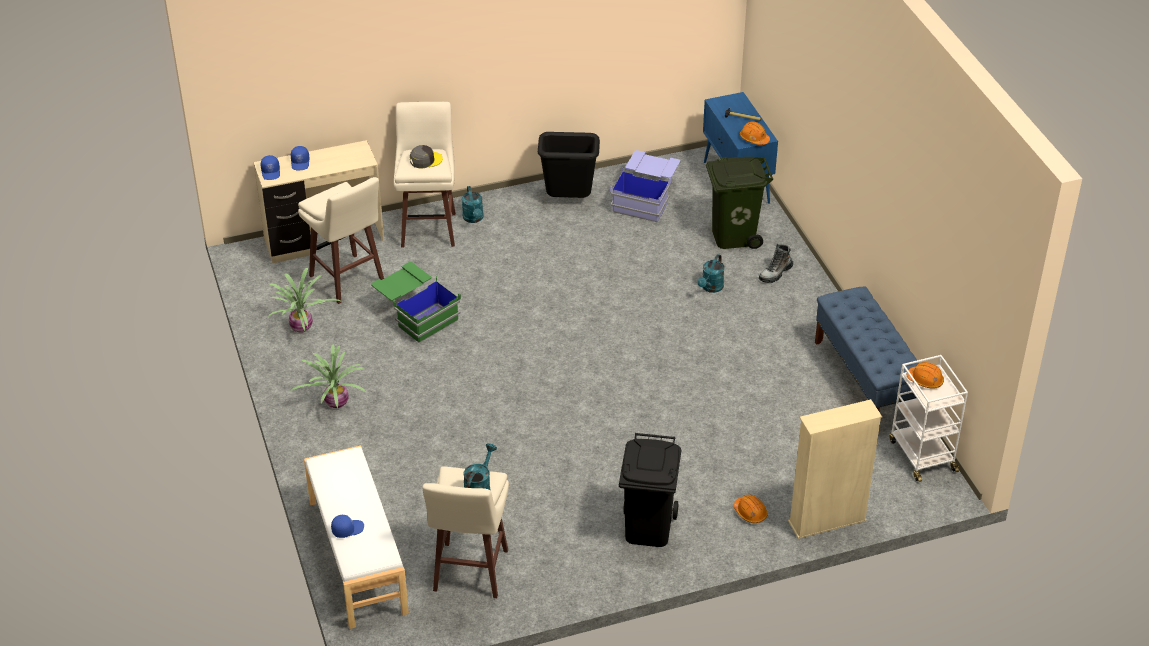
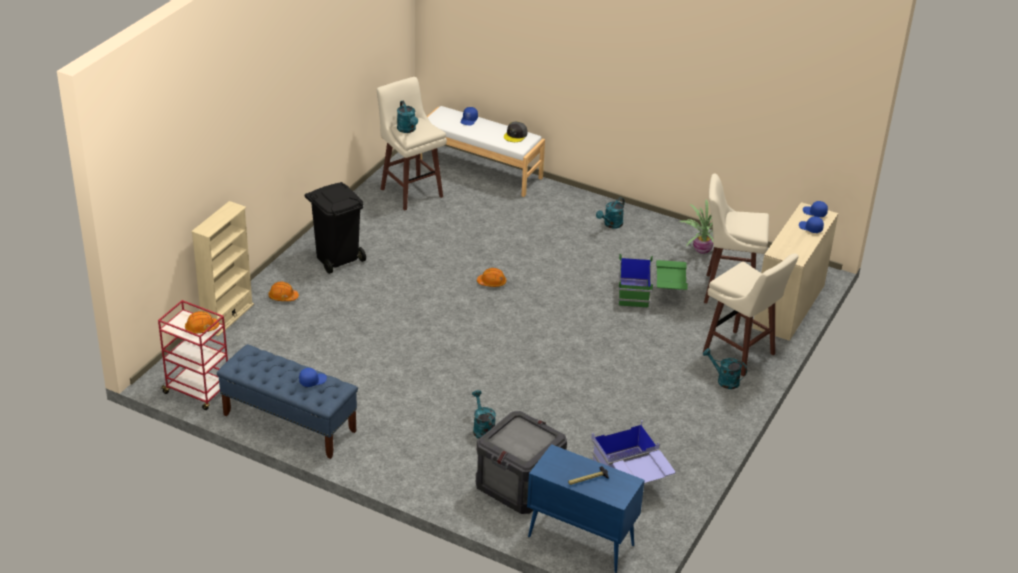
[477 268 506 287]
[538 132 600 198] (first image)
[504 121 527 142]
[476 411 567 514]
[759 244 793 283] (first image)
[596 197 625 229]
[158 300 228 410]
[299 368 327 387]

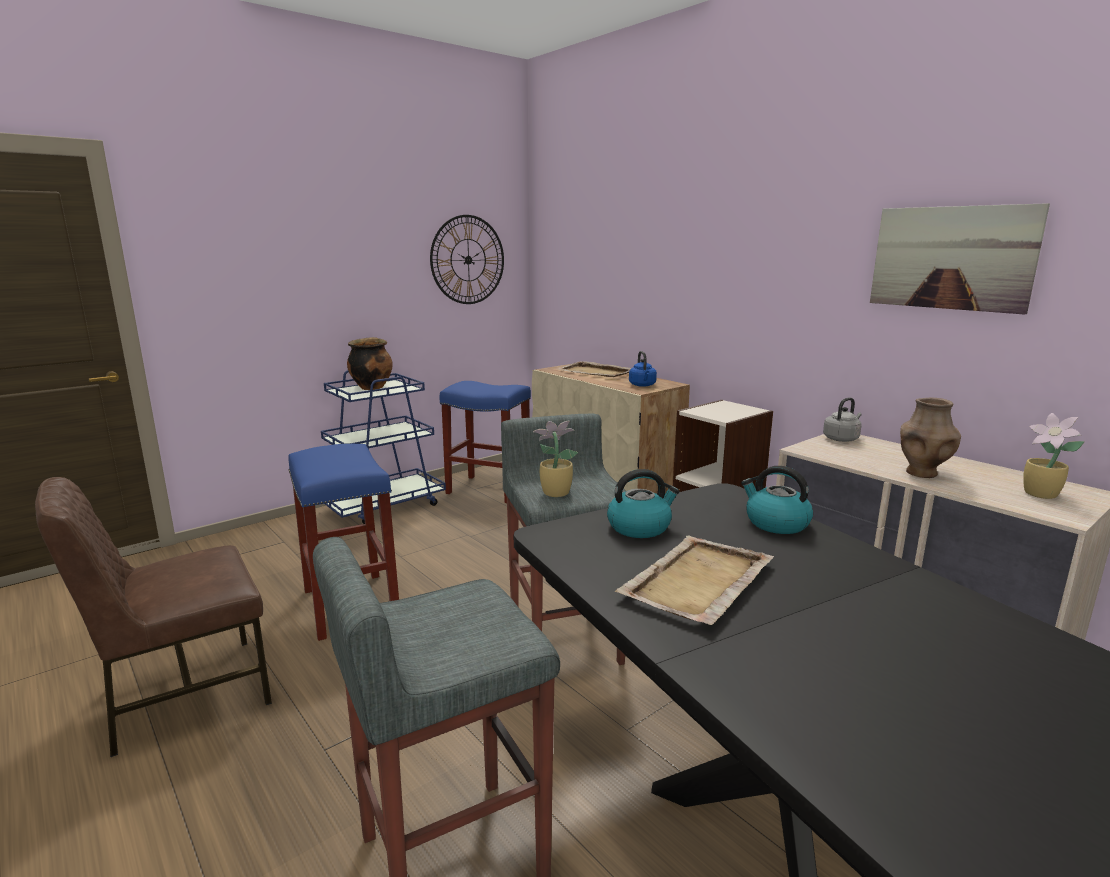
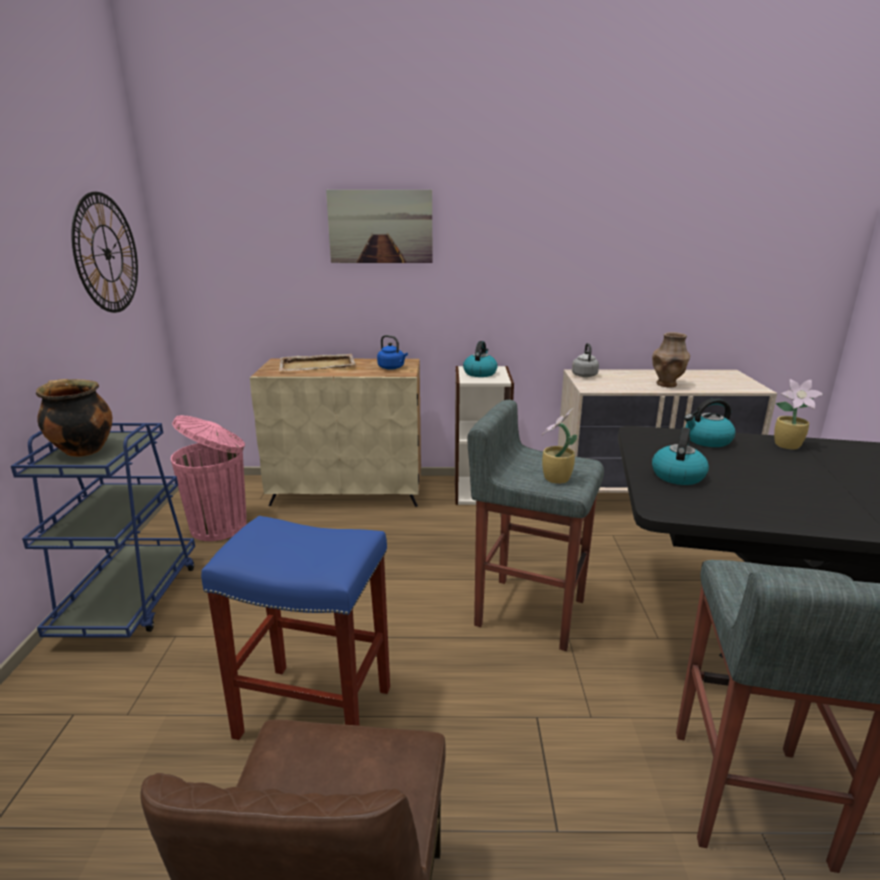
[326 190 432 263]
[171 415 247 541]
[774 379 824 449]
[615 536 774 625] (first image)
[463 341 498 377]

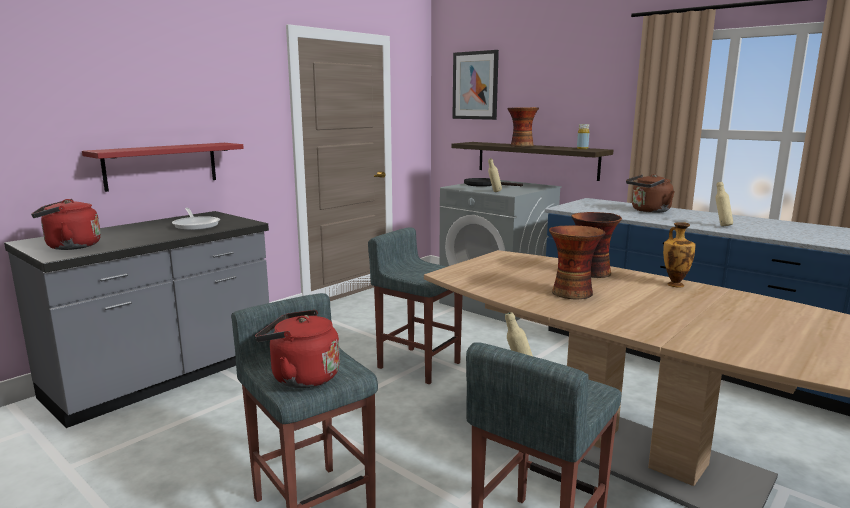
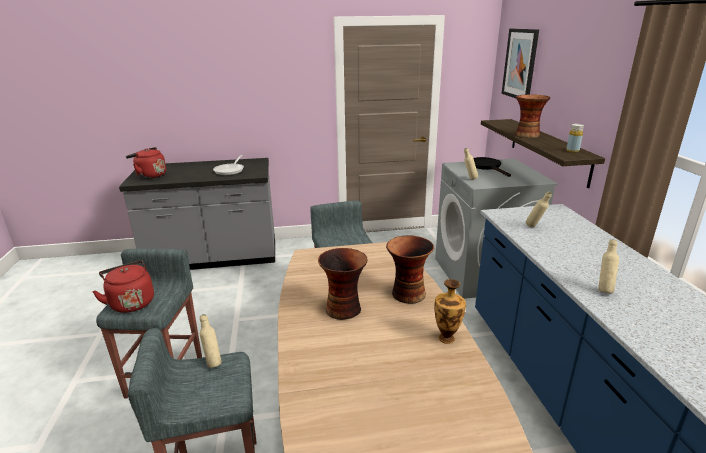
[82 143 244 192] (first image)
[626 174 675 213] (first image)
[526 191 552 228]

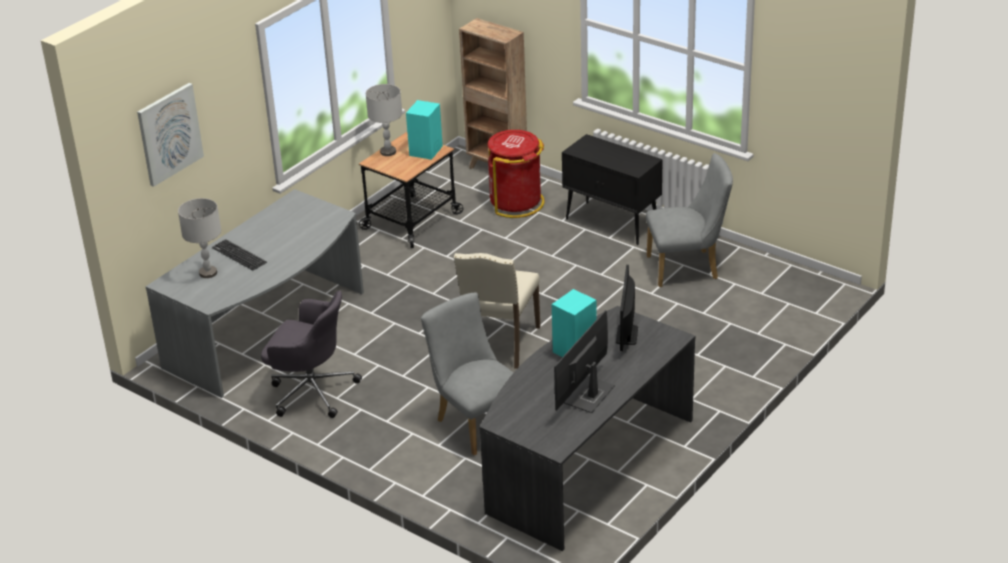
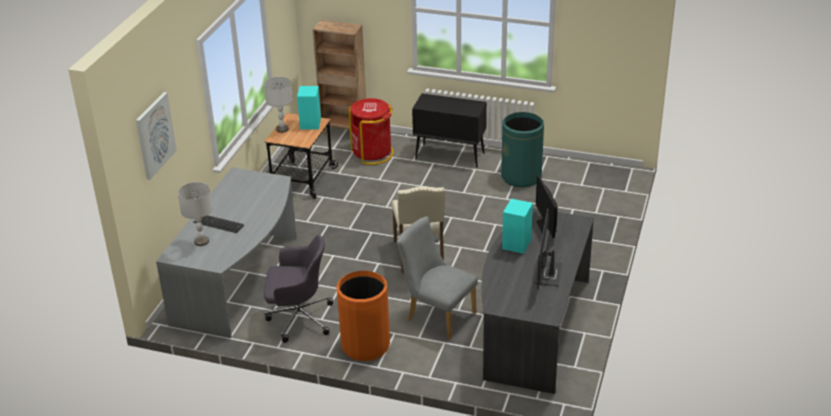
[501 112 544 187]
[337 271 390 361]

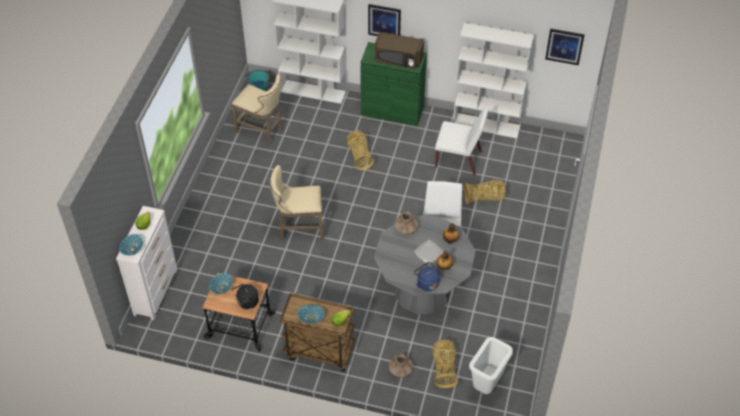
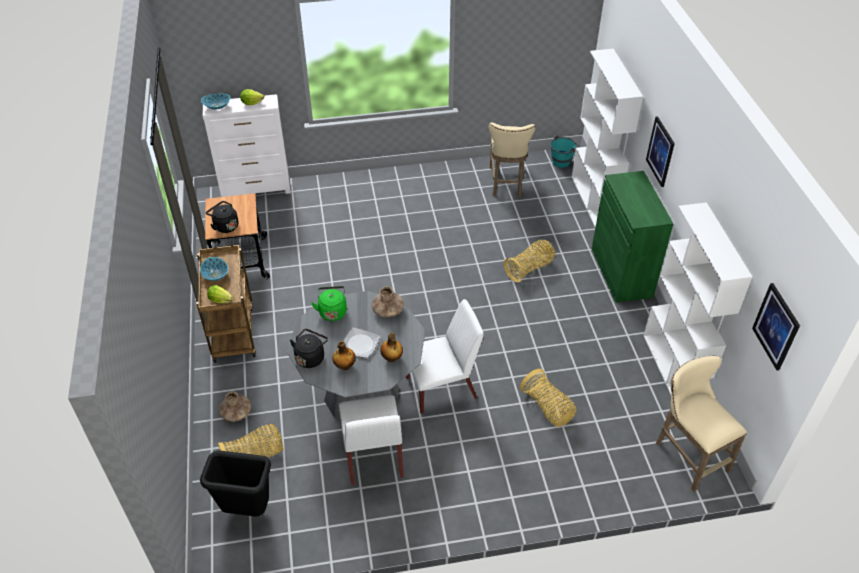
[375 32 424 69] (first image)
[339 395 403 485]
[656 356 747 492]
[290 329 328 368]
[209 273 233 294] (first image)
[200 450 271 516]
[311 286 347 321]

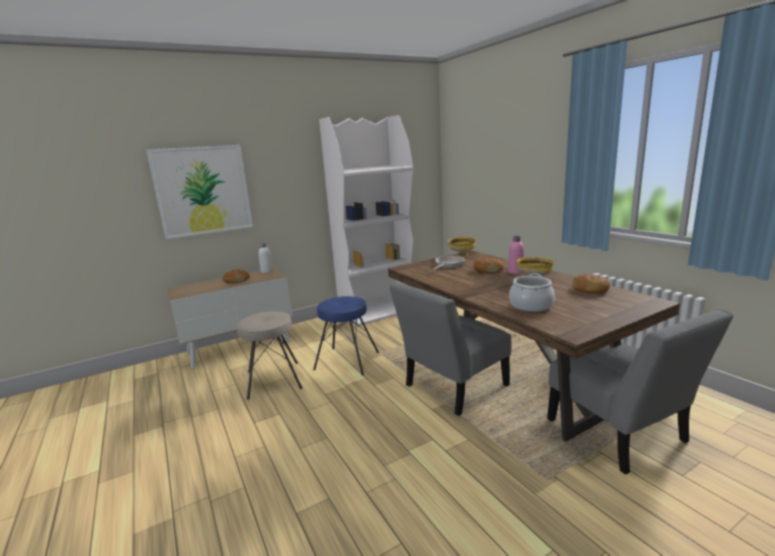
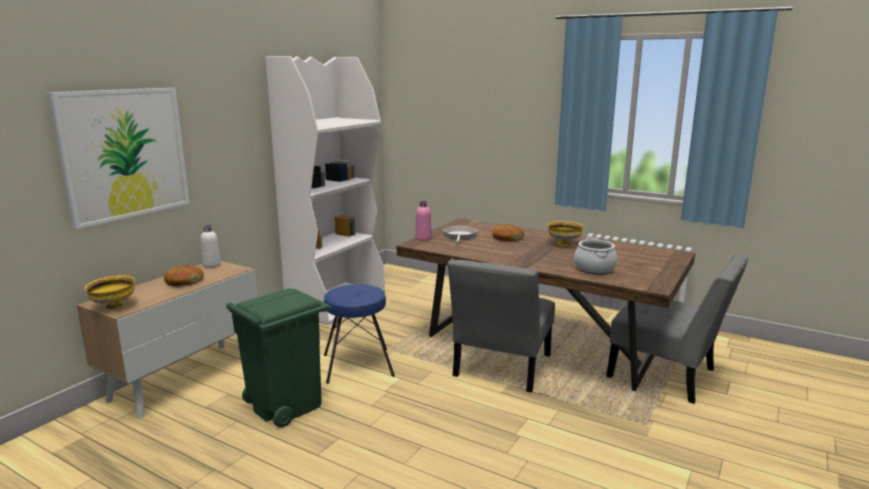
[415 201 432 241]
[84 275 135 310]
[572 274 610 294] (first image)
[226 288 332 428]

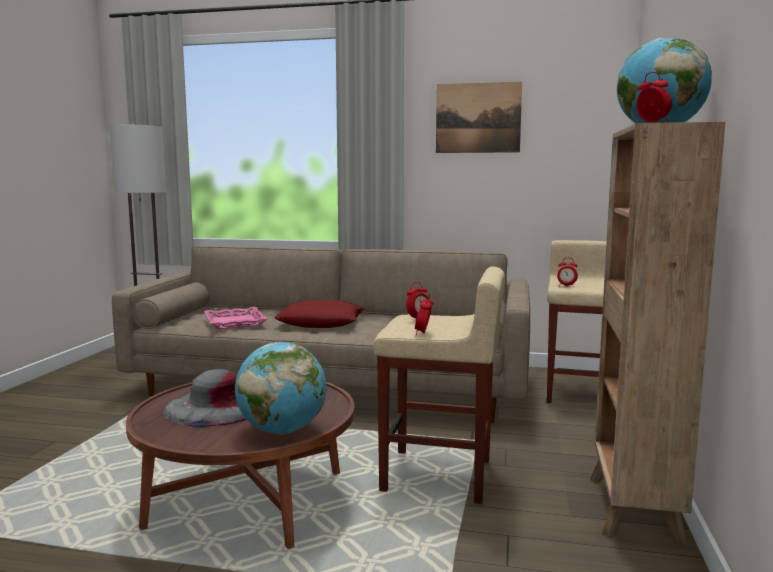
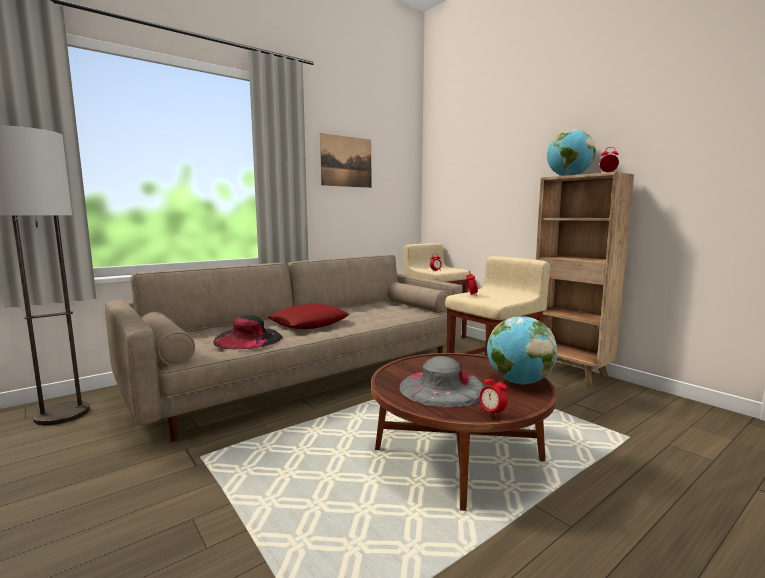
[479 374 508 418]
[213 315 282 350]

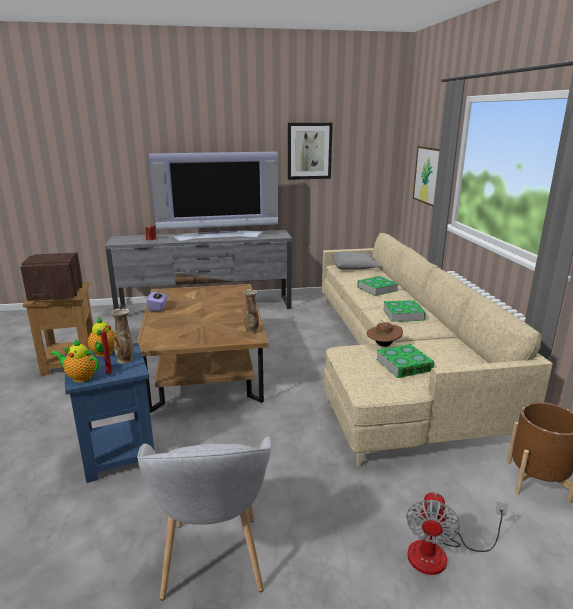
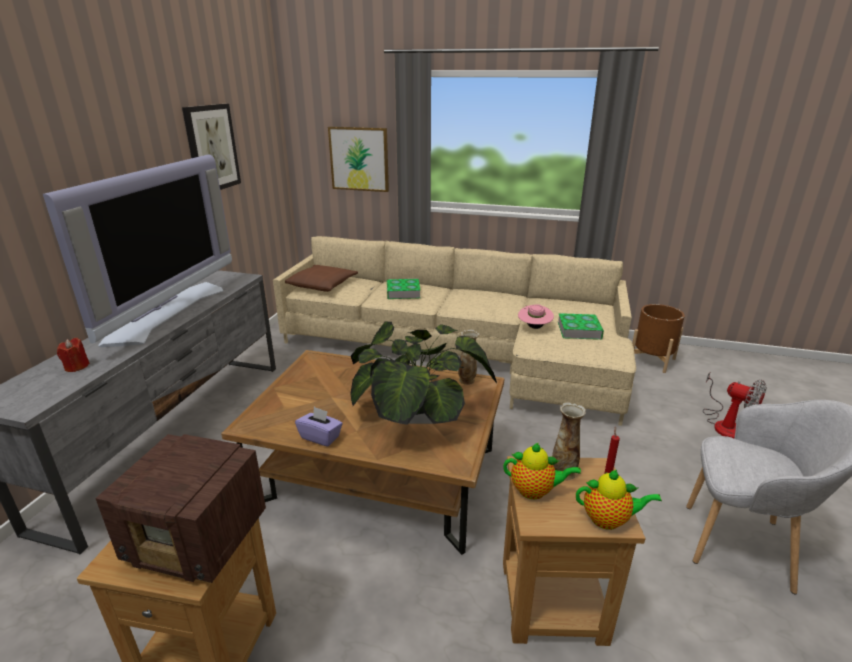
[285 265 358 292]
[383 300 426 322] (first image)
[518 304 554 329]
[576 470 662 530]
[503 456 645 646]
[350 322 497 425]

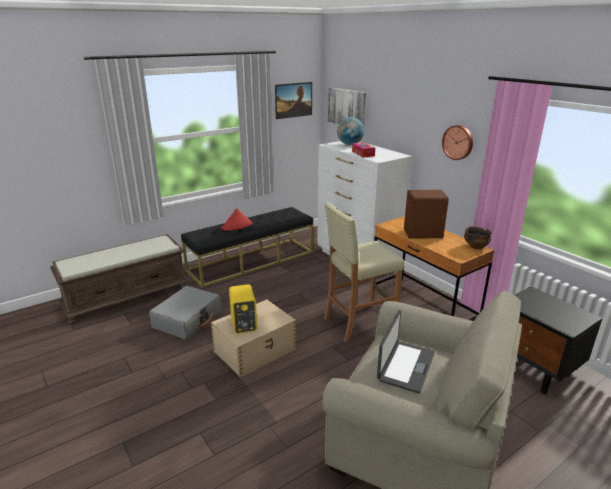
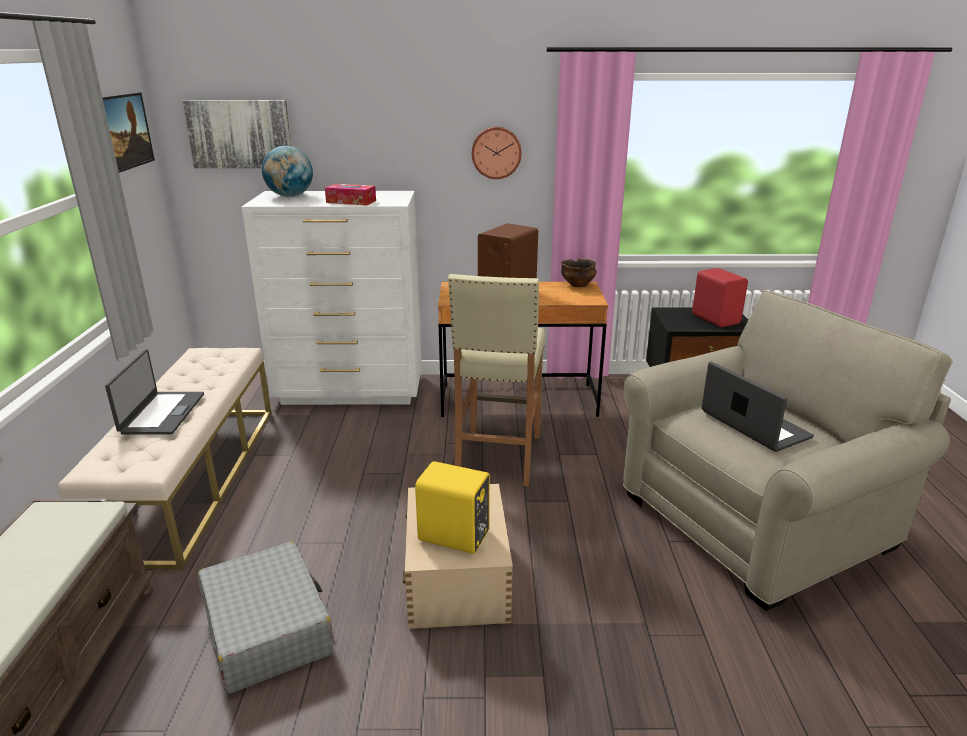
[58 348 271 569]
[105 349 204 435]
[692 268 748 327]

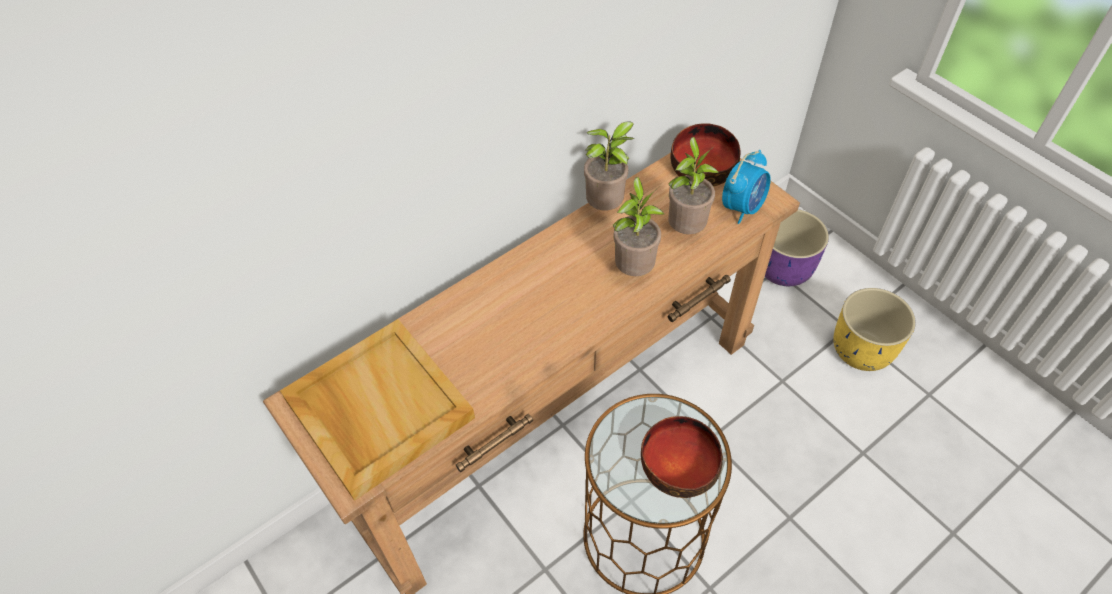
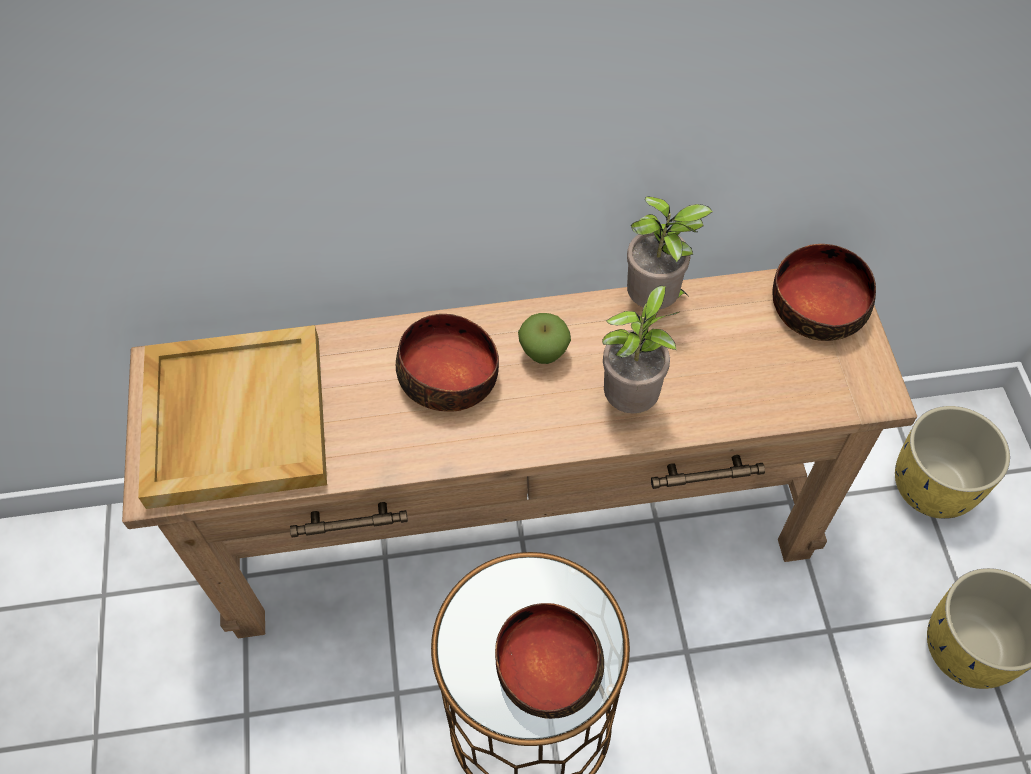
[668 137 719 234] (first image)
[722 150 771 224] (first image)
[895 406 1010 519]
[518 313 571 364]
[396 314 499 412]

